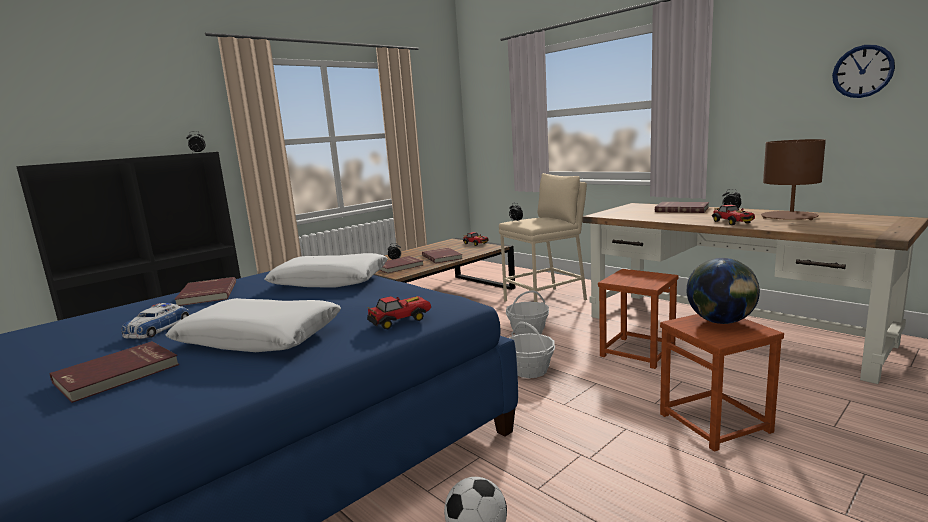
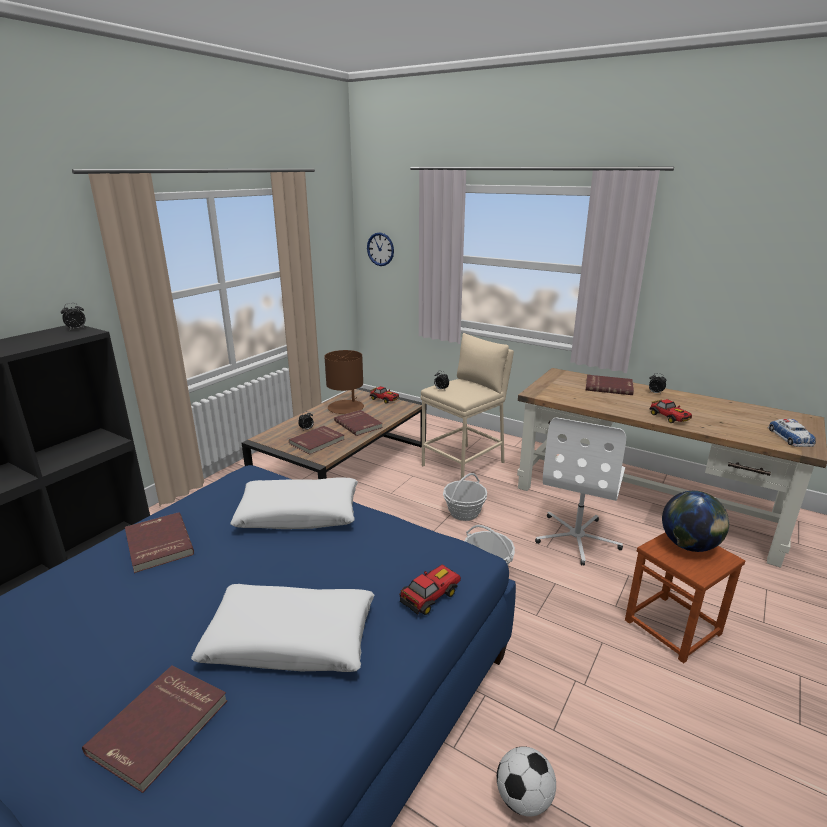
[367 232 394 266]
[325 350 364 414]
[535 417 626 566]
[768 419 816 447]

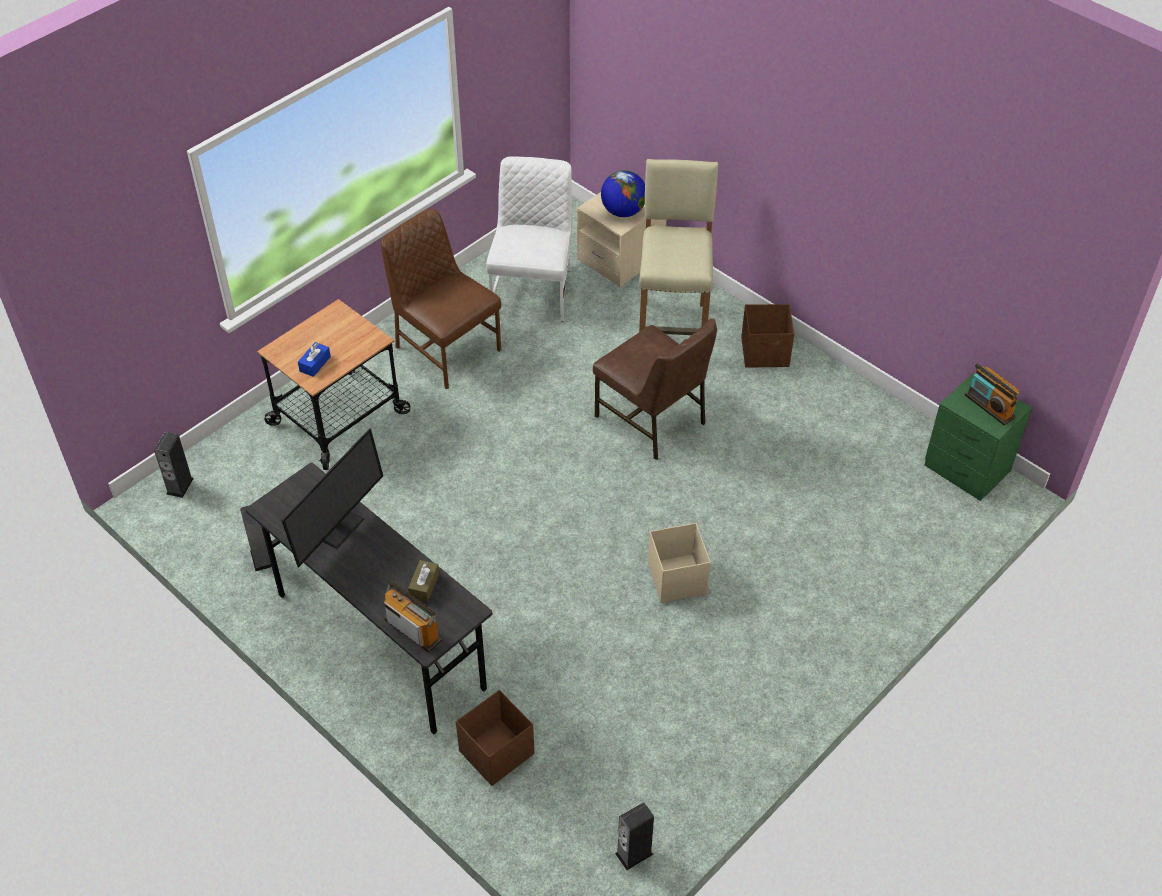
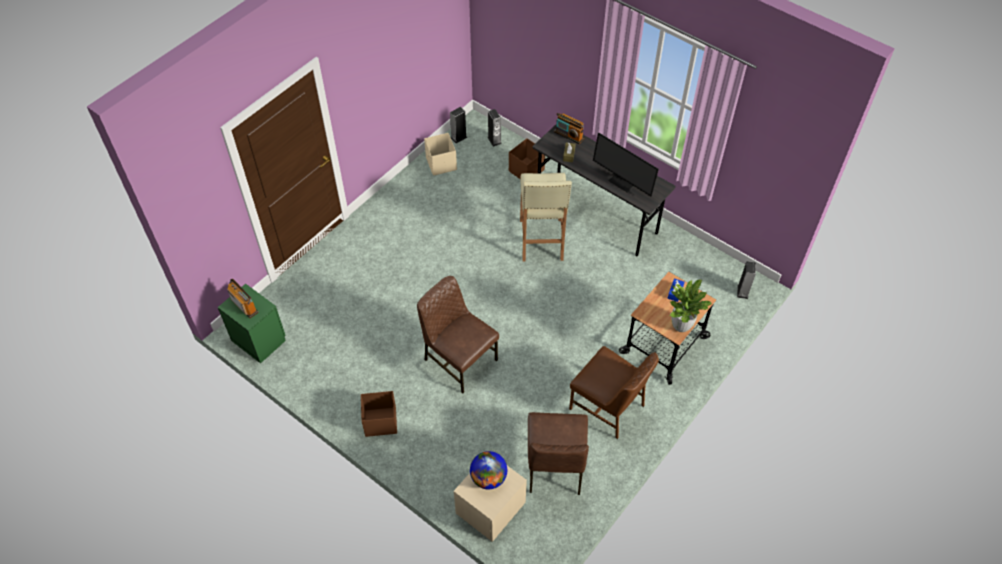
[528 412 589 495]
[520 173 572 262]
[593 132 659 196]
[487 109 502 147]
[424 133 457 176]
[670 279 712 332]

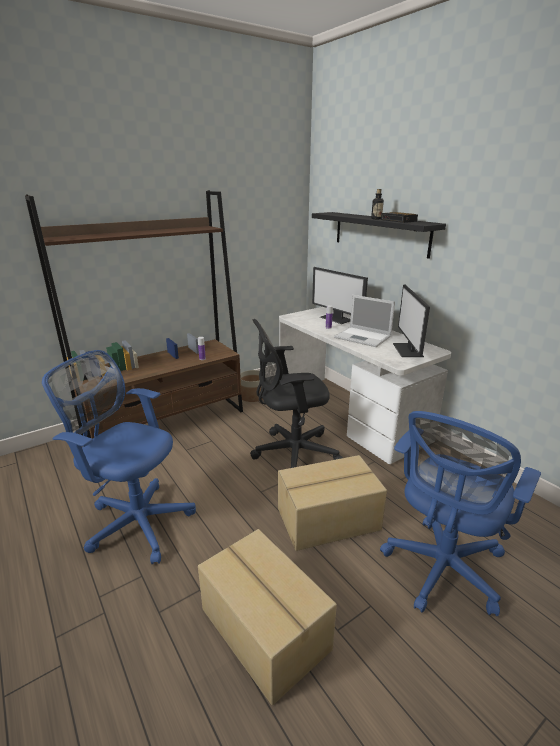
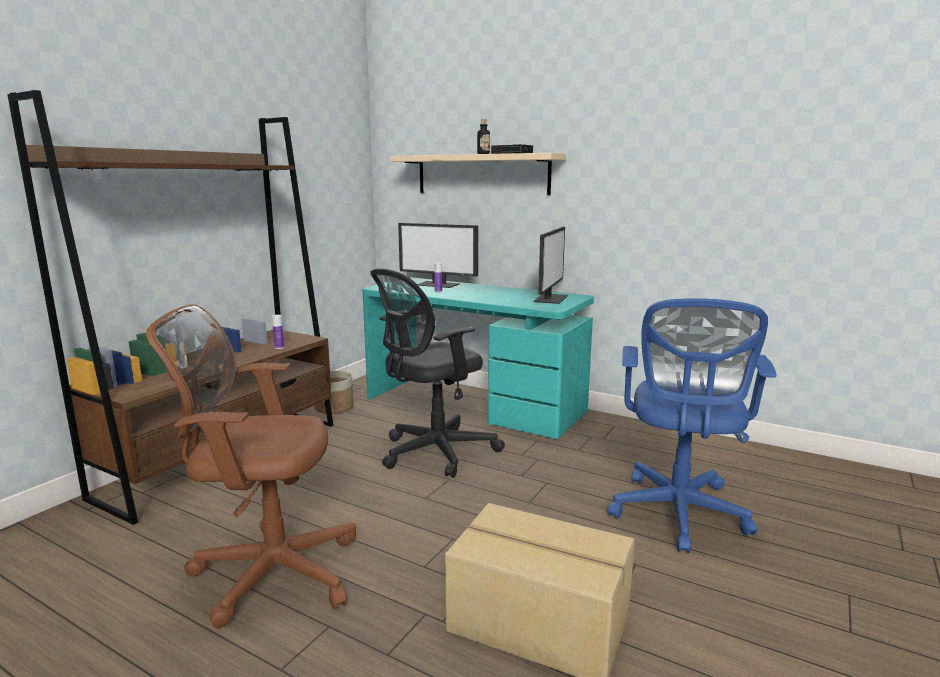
[390 153 566 195]
[533 227 568 304]
[334 295 395 347] (first image)
[362 278 594 439]
[146 304 356 628]
[278 455 387 551] (first image)

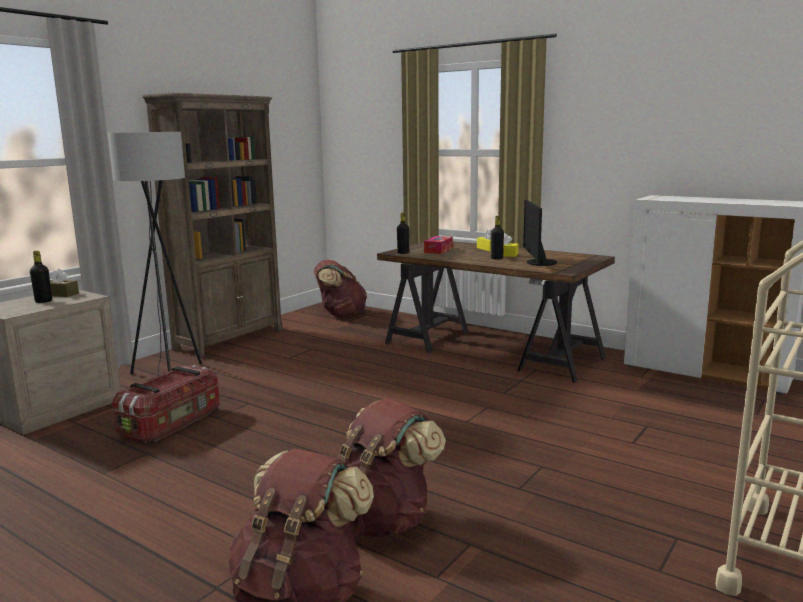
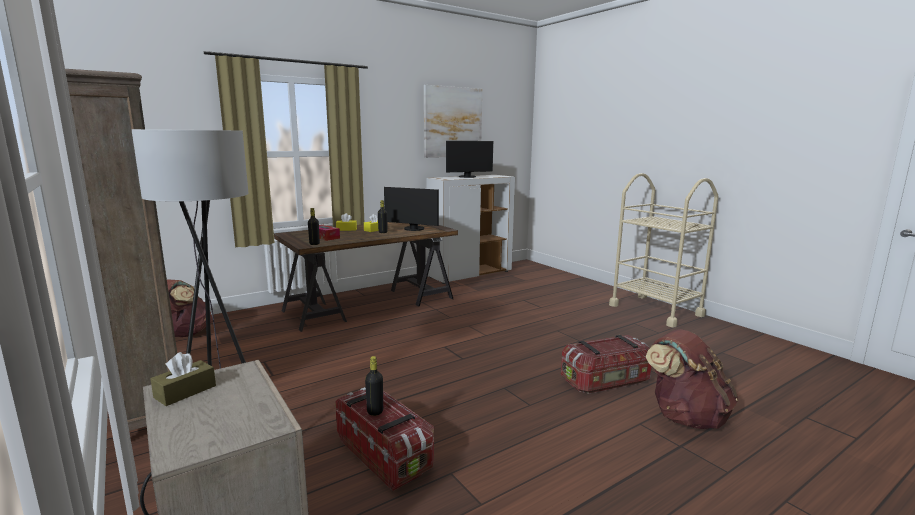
[365 356 383 416]
[561 335 652 394]
[424 85 482 158]
[446 141 493 178]

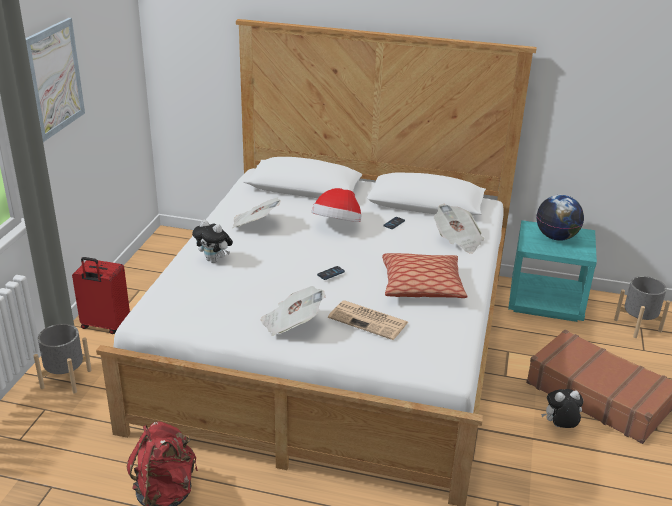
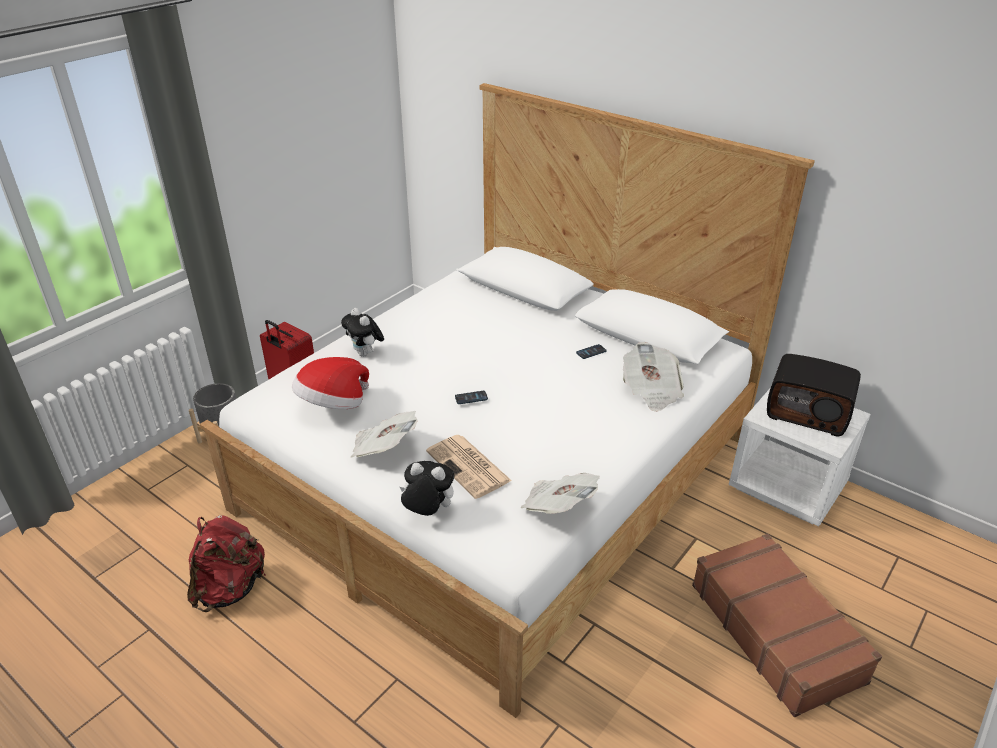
[25 18 85 142] (first image)
[292 357 369 409]
[767 354 861 437]
[521 473 600 514]
[729 387 871 526]
[382 253 467 298] (first image)
[614 276 670 338] (first image)
[400 461 454 516]

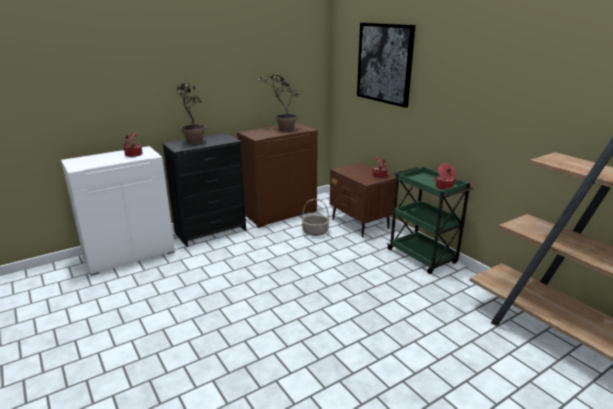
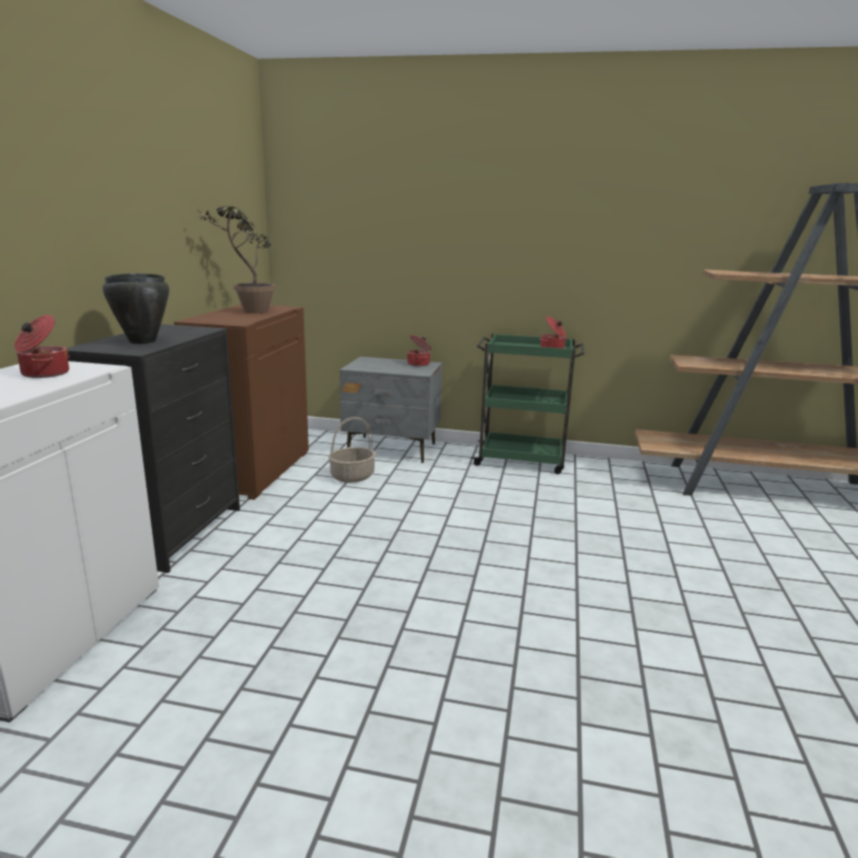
[357 23 415 108] (first image)
[102 273 169 344]
[340 357 442 463]

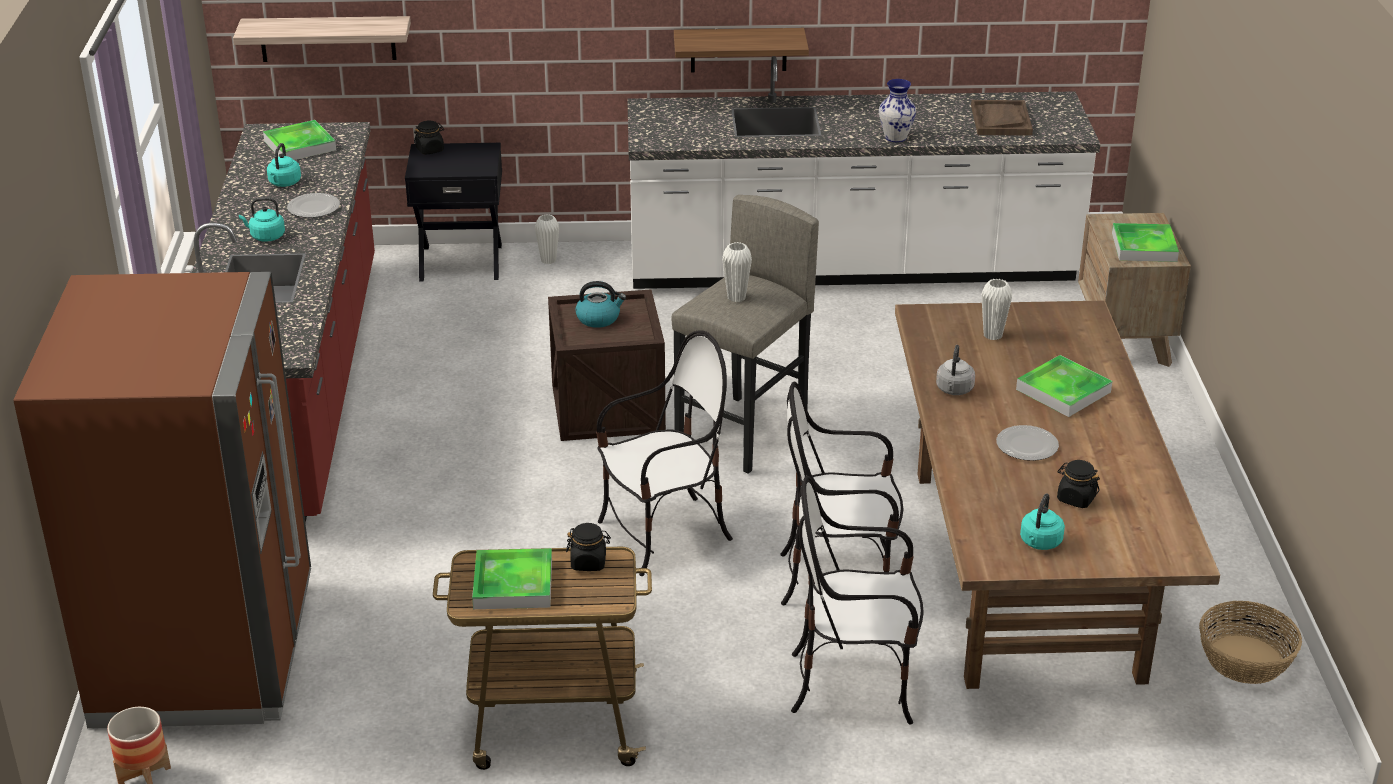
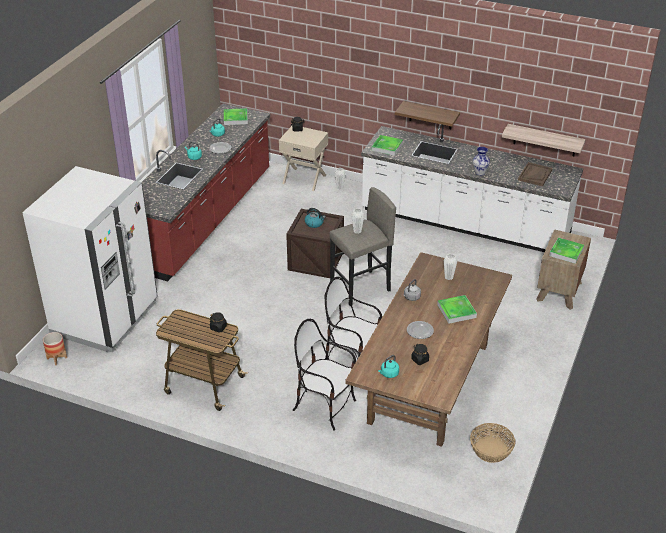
[502 124 586 156]
[279 126 328 191]
[22 166 158 352]
[596 330 733 576] (first image)
[372 135 403 156]

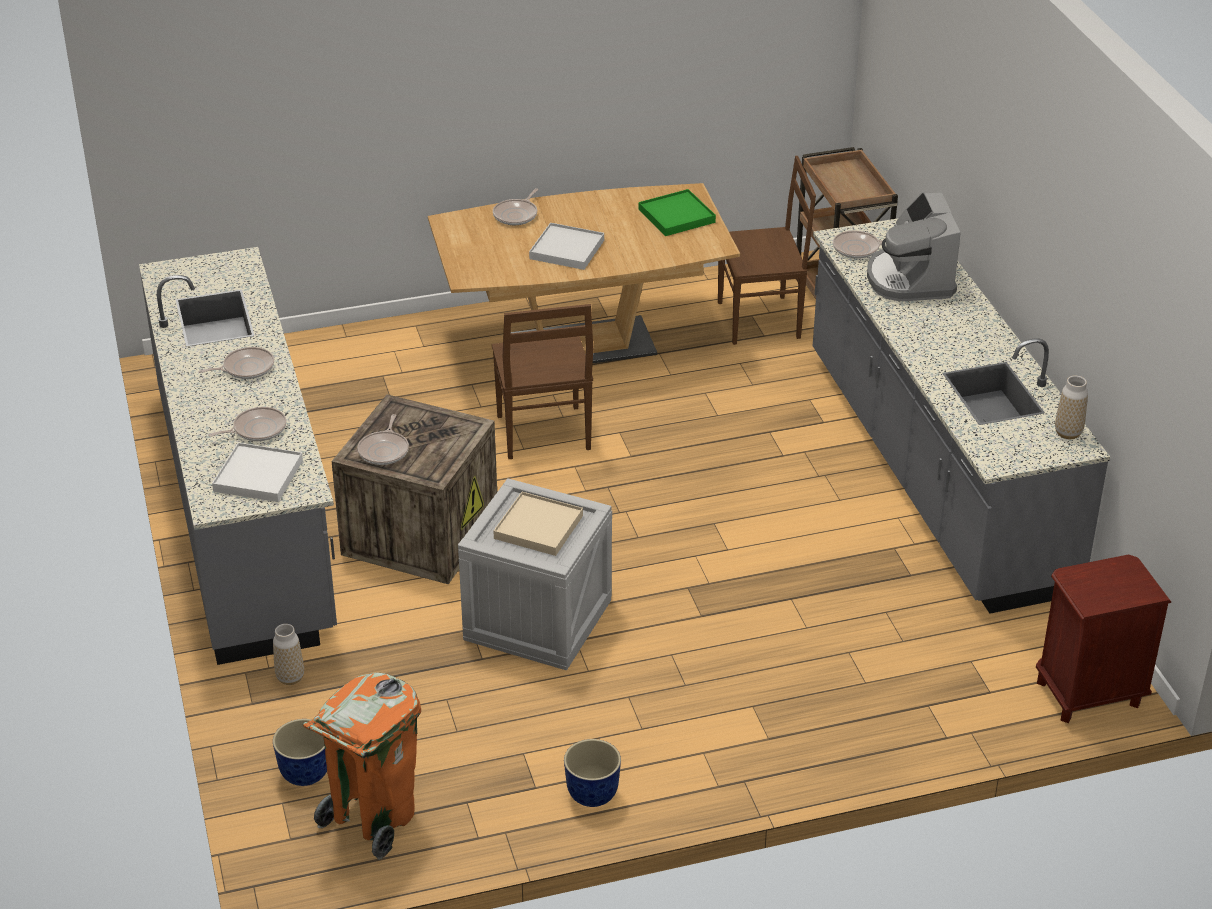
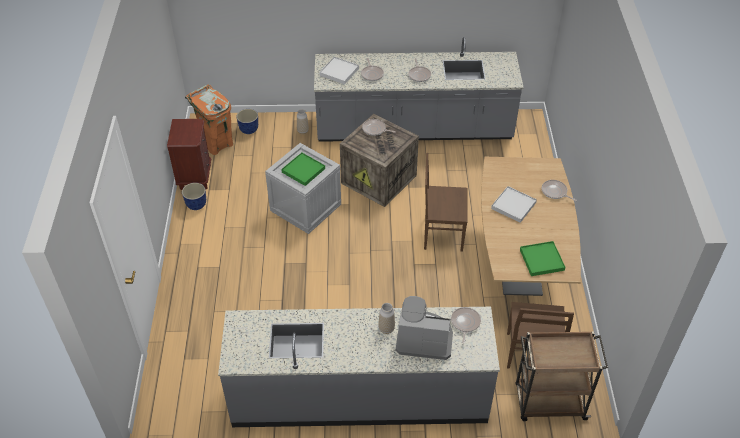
[378 303 395 334]
[281 153 325 186]
[167 119 211 190]

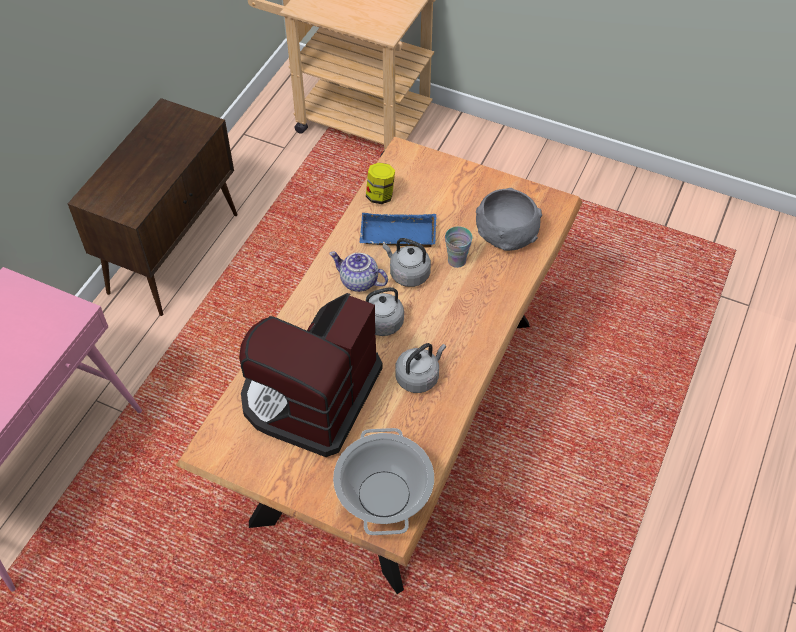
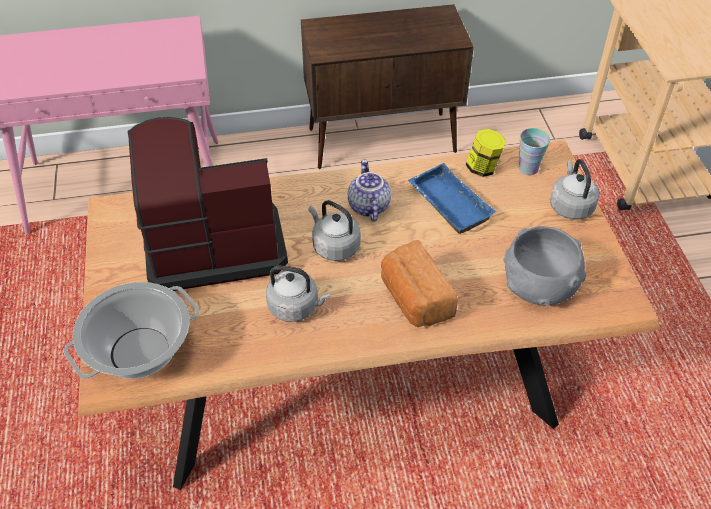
[519 128 550 175]
[550 159 599 220]
[381 240 458 327]

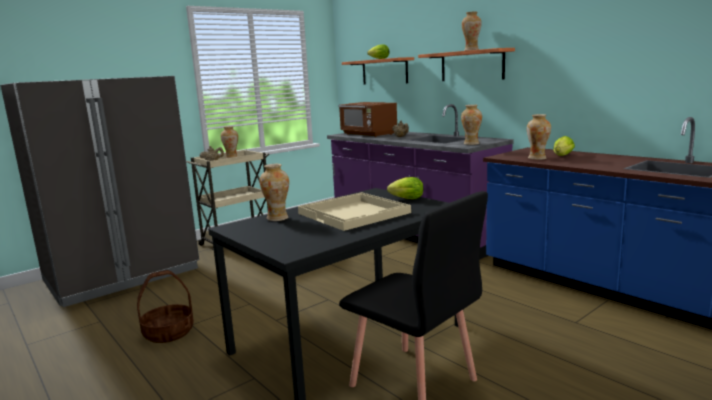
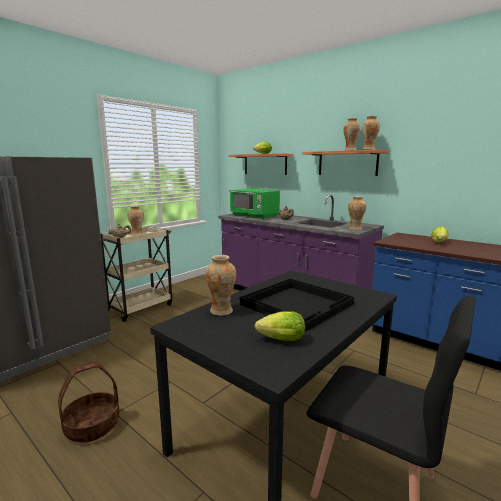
[230 189 280 219]
[362 116 380 150]
[255 311 305 341]
[240 278 354 331]

